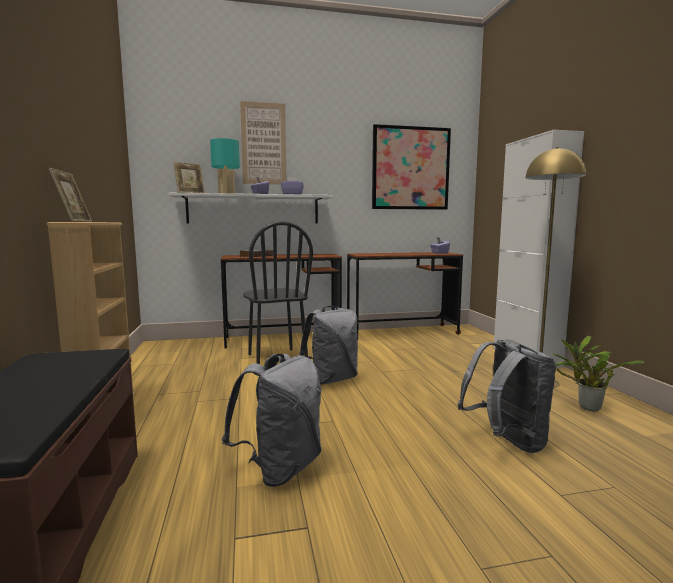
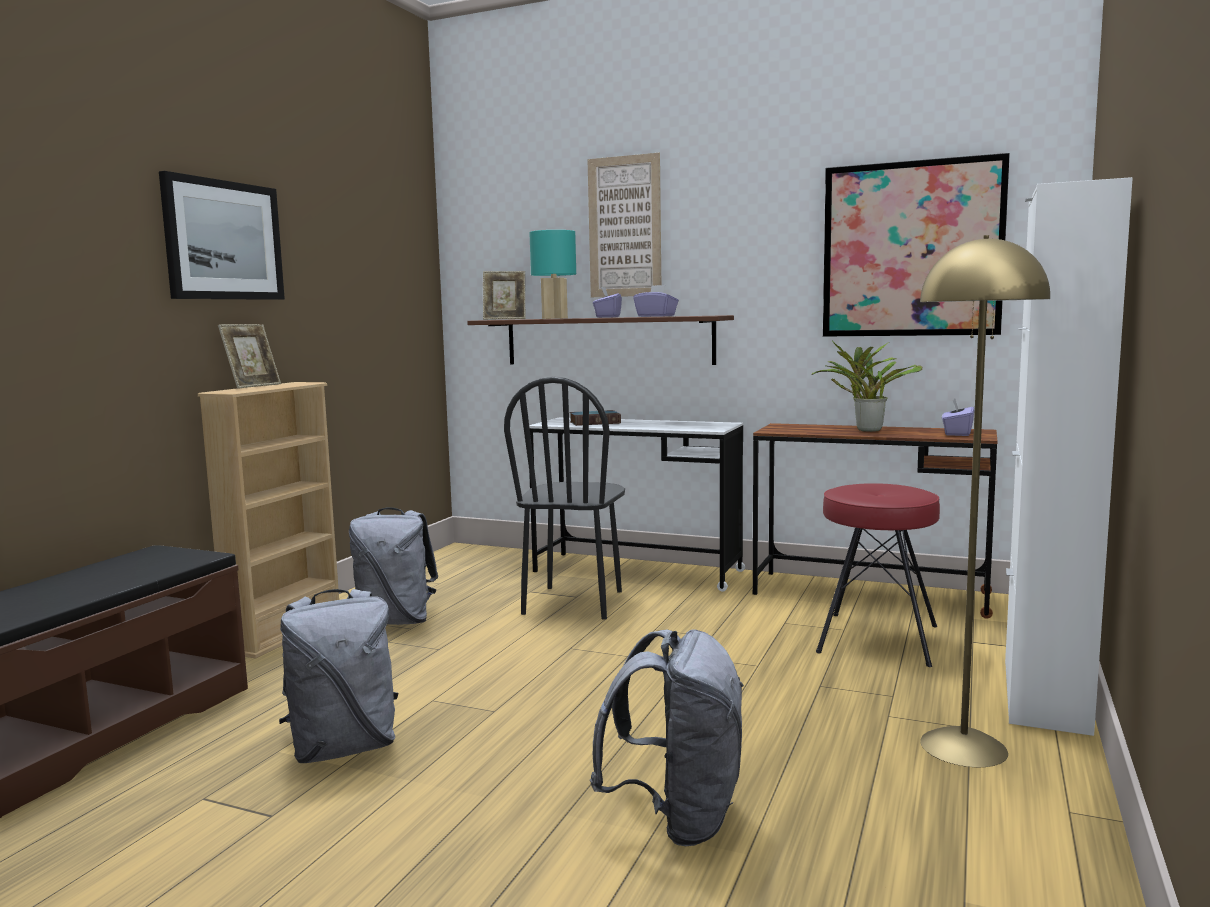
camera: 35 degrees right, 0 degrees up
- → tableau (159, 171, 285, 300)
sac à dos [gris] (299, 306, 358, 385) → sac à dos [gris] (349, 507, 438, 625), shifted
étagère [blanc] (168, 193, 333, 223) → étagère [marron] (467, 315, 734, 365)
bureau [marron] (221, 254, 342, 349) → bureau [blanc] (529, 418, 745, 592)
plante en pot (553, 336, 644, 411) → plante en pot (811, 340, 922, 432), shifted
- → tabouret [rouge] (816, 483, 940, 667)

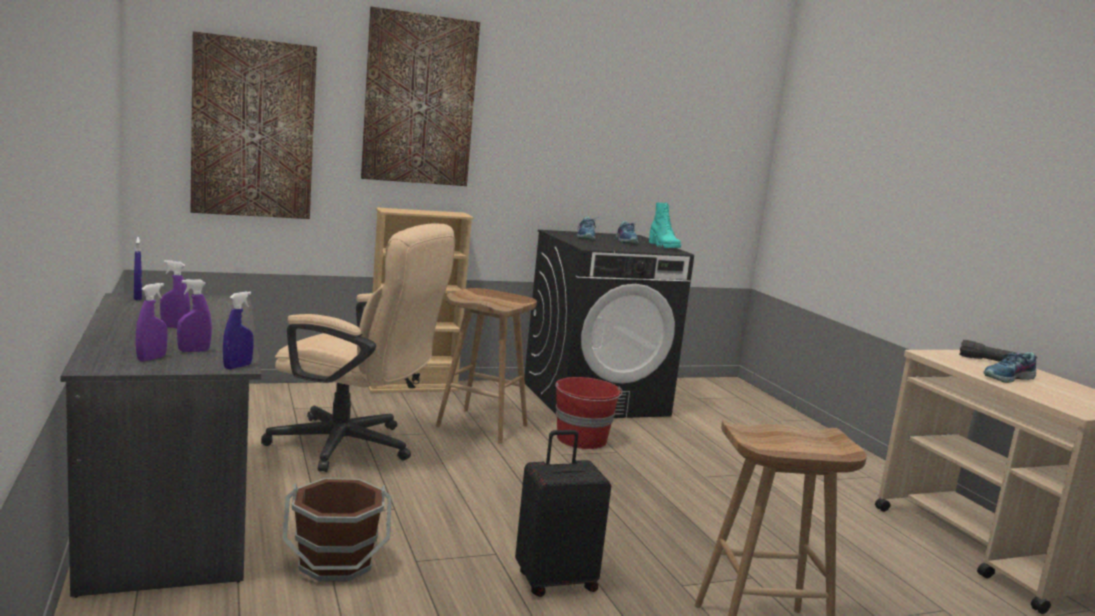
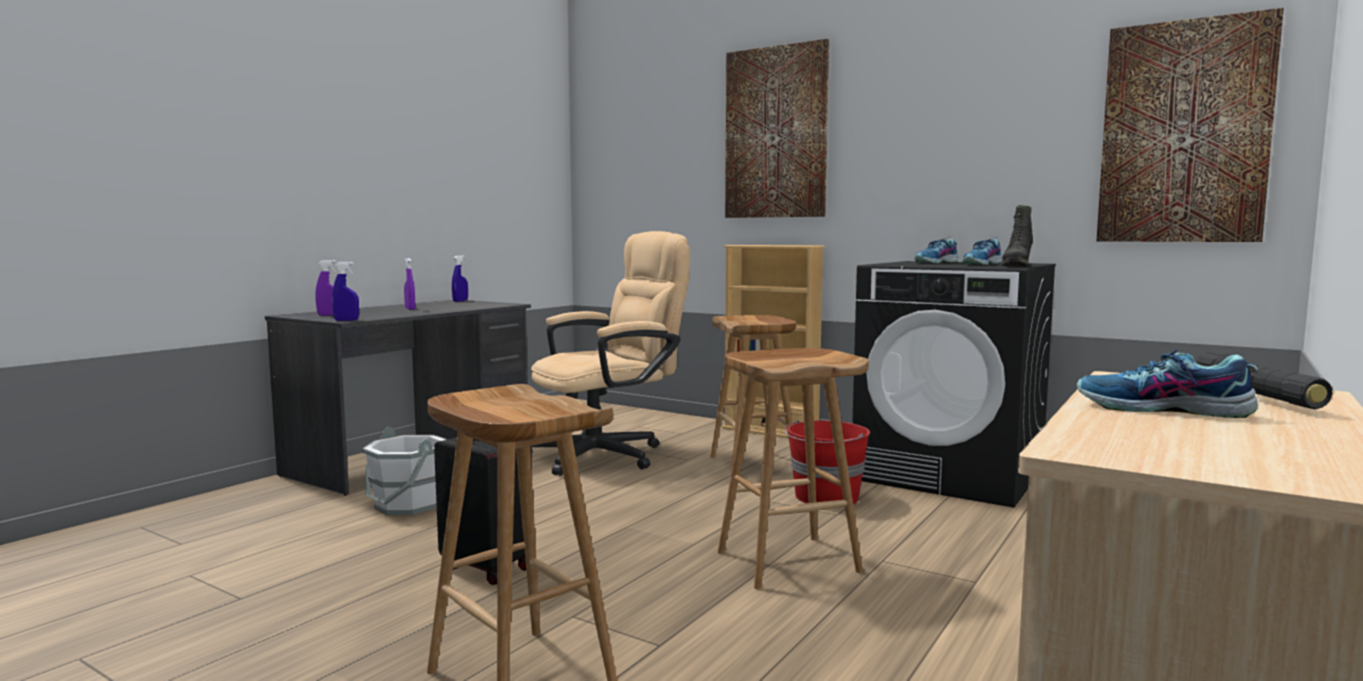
camera: 55 degrees right, 5 degrees down
seau [marron] (282, 478, 392, 581) → seau [blanc] (362, 426, 447, 515)
chaise de bureau [beige] (261, 223, 455, 472) → chaise de bureau [beige] (531, 231, 690, 476), 105 degrees counterclockwise
- → tabouret [marron] (717, 348, 869, 589)
botte [turquoise] (649, 202, 681, 248) → botte [noir] (1002, 205, 1033, 266)
tableau (190, 31, 317, 219) → tableau (1097, 8, 1284, 242), shifted
vaporisateur [violet] (177, 279, 212, 352) → -

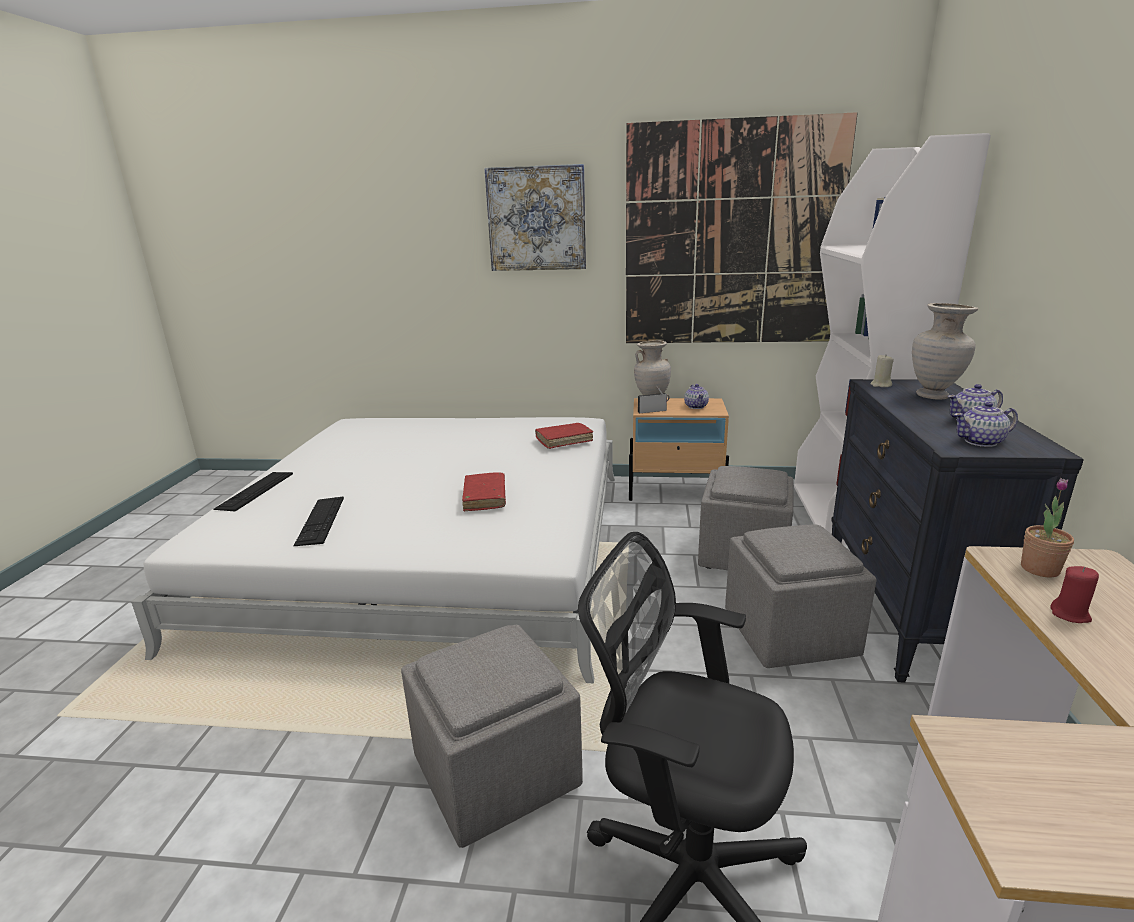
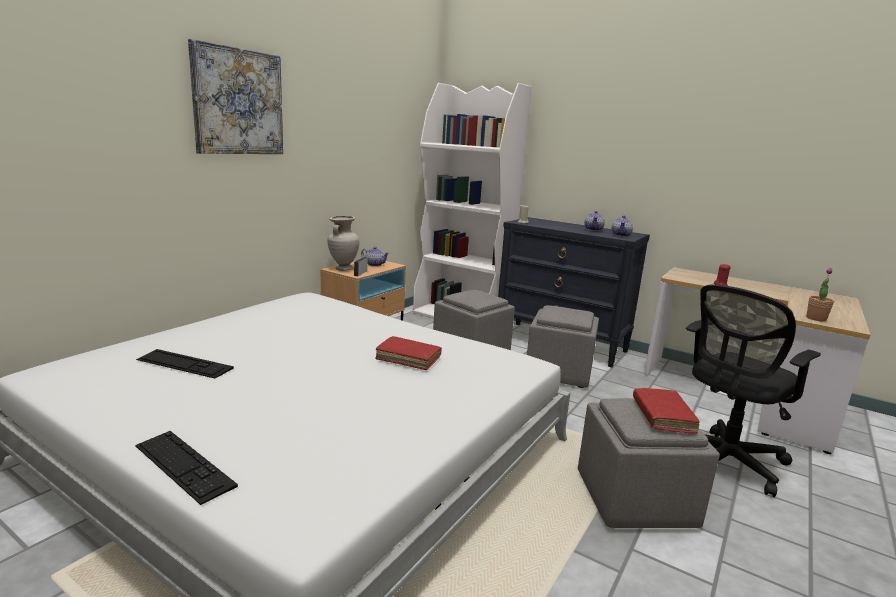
camera: 65 degrees left, 5 degrees down
clavier (294, 496, 344, 546) → clavier (136, 349, 234, 379), shifted
livre [rouge] (535, 423, 593, 449) → livre [rouge] (633, 388, 700, 434), shifted
plante en pot (1021, 478, 1074, 578) → plante en pot (806, 268, 834, 322), shifted
tableau (626, 112, 858, 343) → -
vase [beige] (912, 303, 979, 400) → -

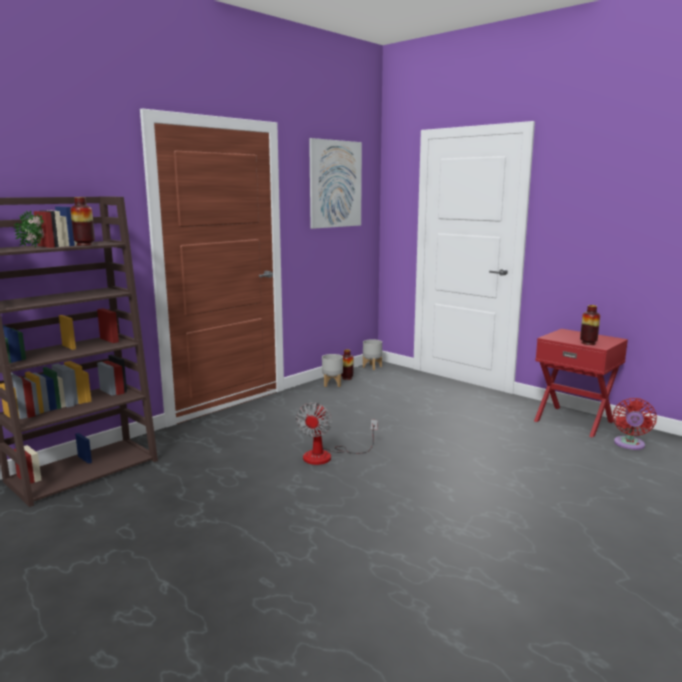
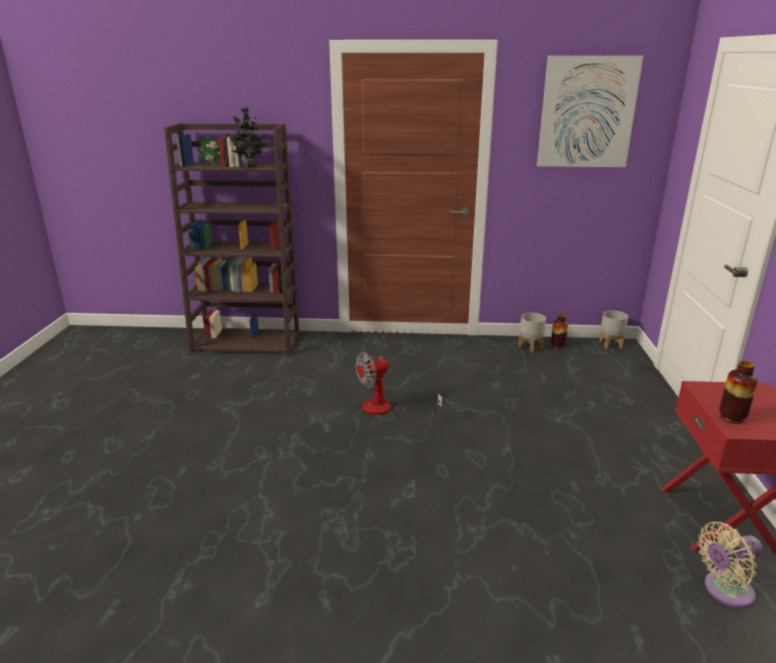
camera: 50 degrees right, 10 degrees up
vase (70, 197, 95, 246) → plante en pot (224, 105, 268, 168)
ventilateur [rouge] (613, 398, 657, 450) → ventilateur [beige] (698, 522, 763, 608)

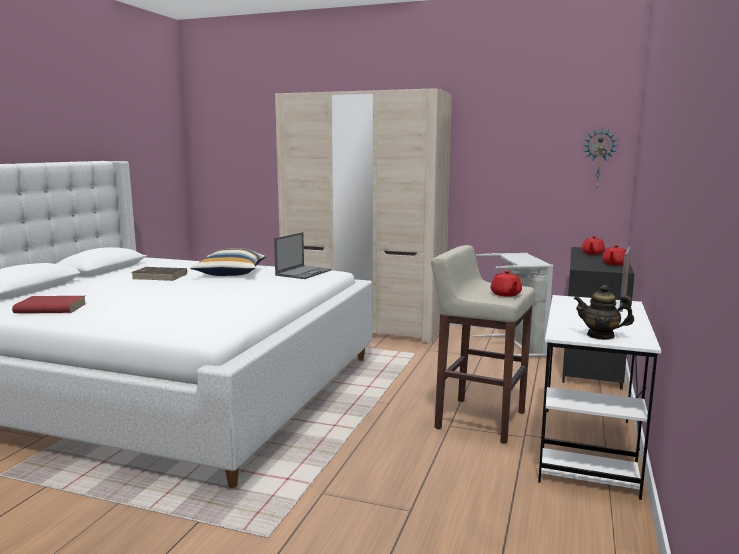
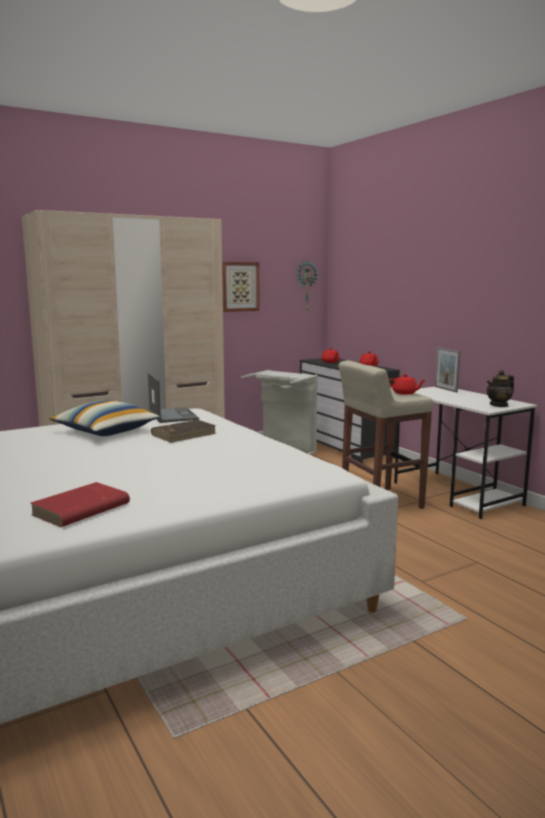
camera: 50 degrees left, 0 degrees up
livre [marron] (132, 267, 187, 281) → livre [marron] (151, 420, 216, 443), shifted
- → tableau (222, 262, 260, 312)

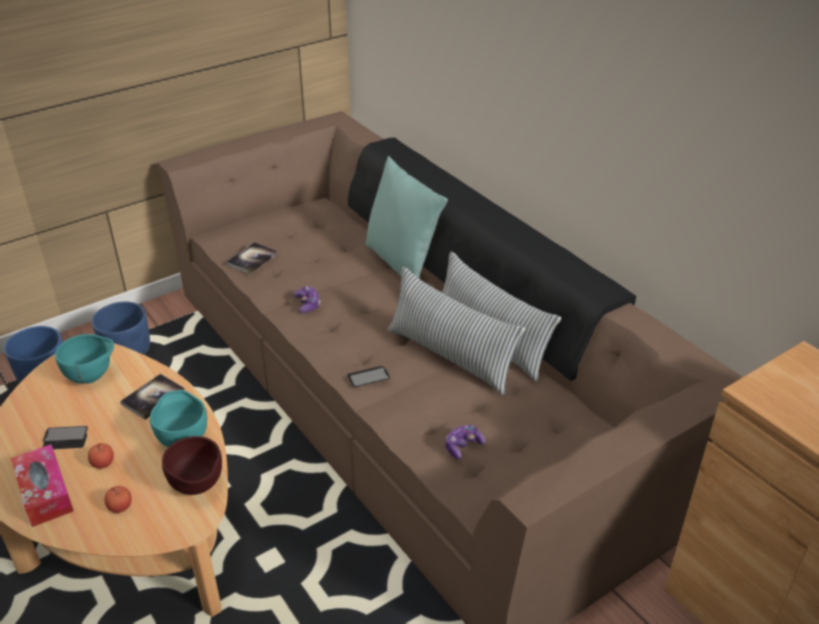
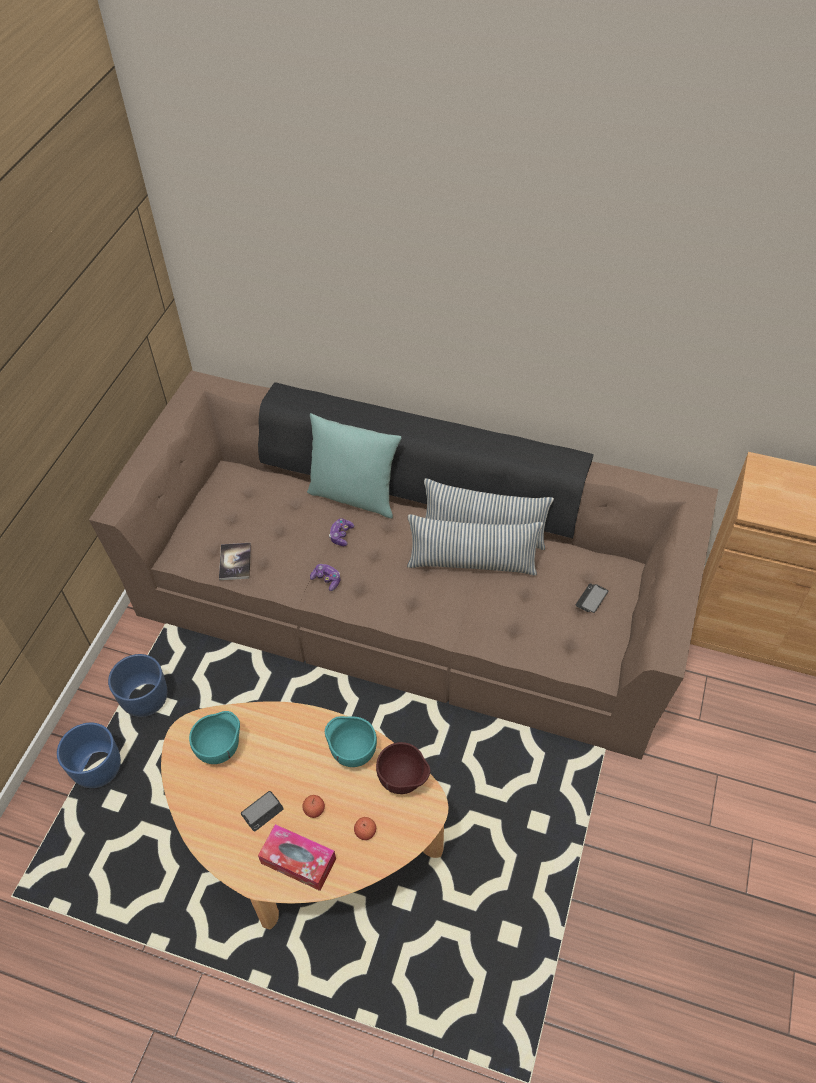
camera: 35 degrees left, 15 degrees up
manette (446, 425, 485, 459) → manette (329, 518, 354, 546), shifted
téléphone (347, 366, 390, 387) → téléphone (576, 584, 609, 613), shifted
livre (120, 374, 185, 420) → -

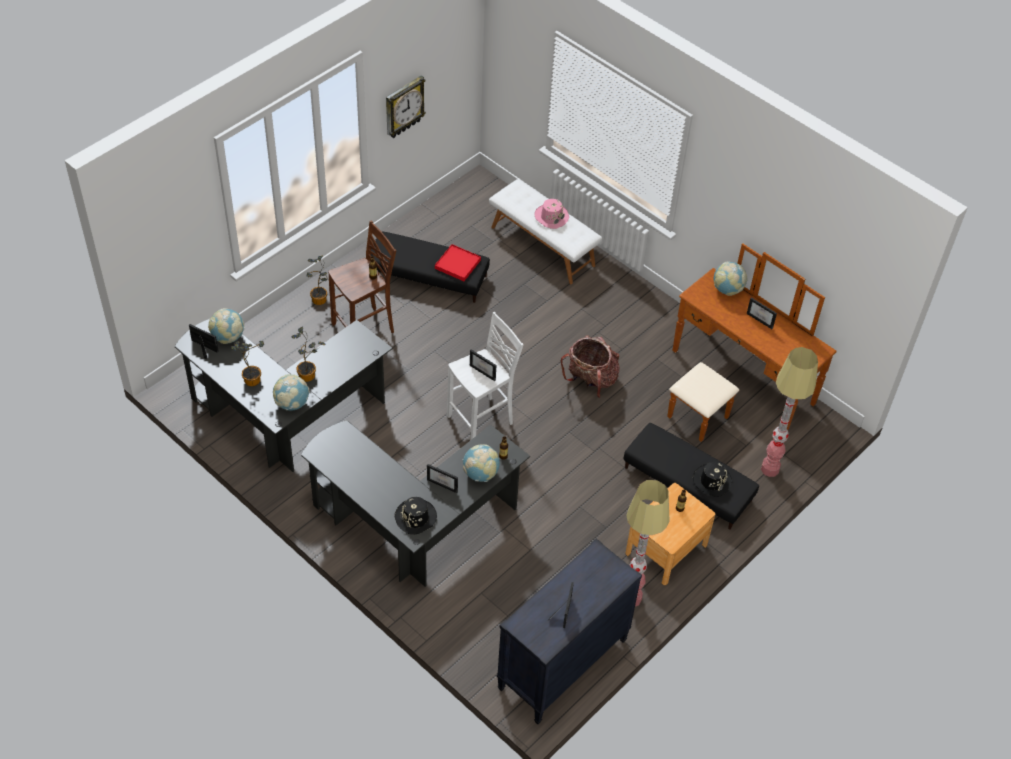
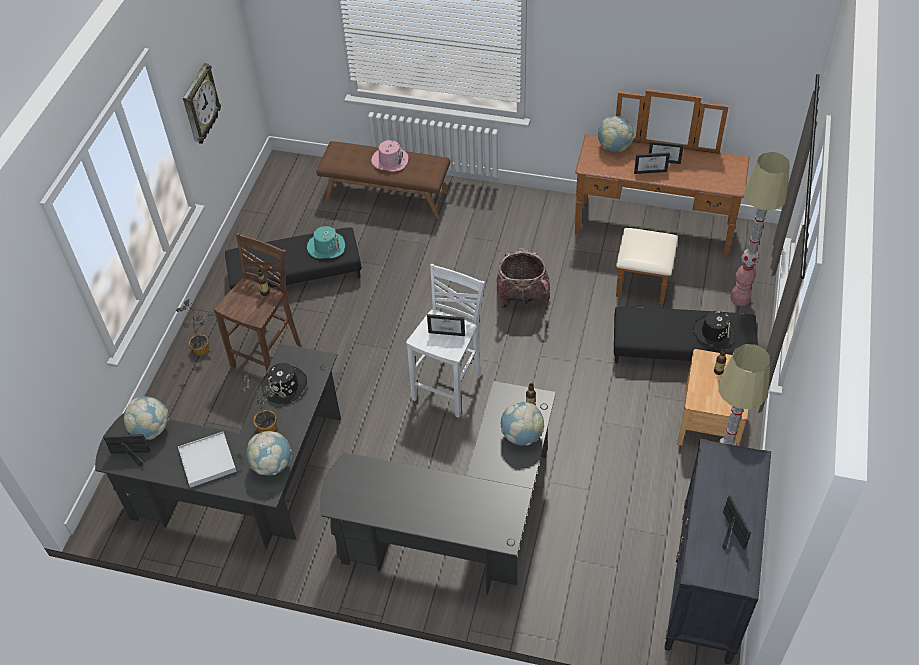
camera: 25 degrees left, 0 degrees up
plante en pot (231, 341, 264, 386) → plateau [blanc] (178, 432, 237, 488)
chapeau [noir] (394, 497, 437, 534) → chapeau [noir] (261, 363, 307, 404), shifted
plateau [rouge] (435, 244, 481, 281) → chapeau [turquoise] (307, 226, 345, 259)
banc [blanc] (489, 179, 602, 284) → banc [marron] (316, 141, 450, 219)
cadre photo (427, 464, 458, 493) → cadre photo (634, 152, 670, 174), shifted

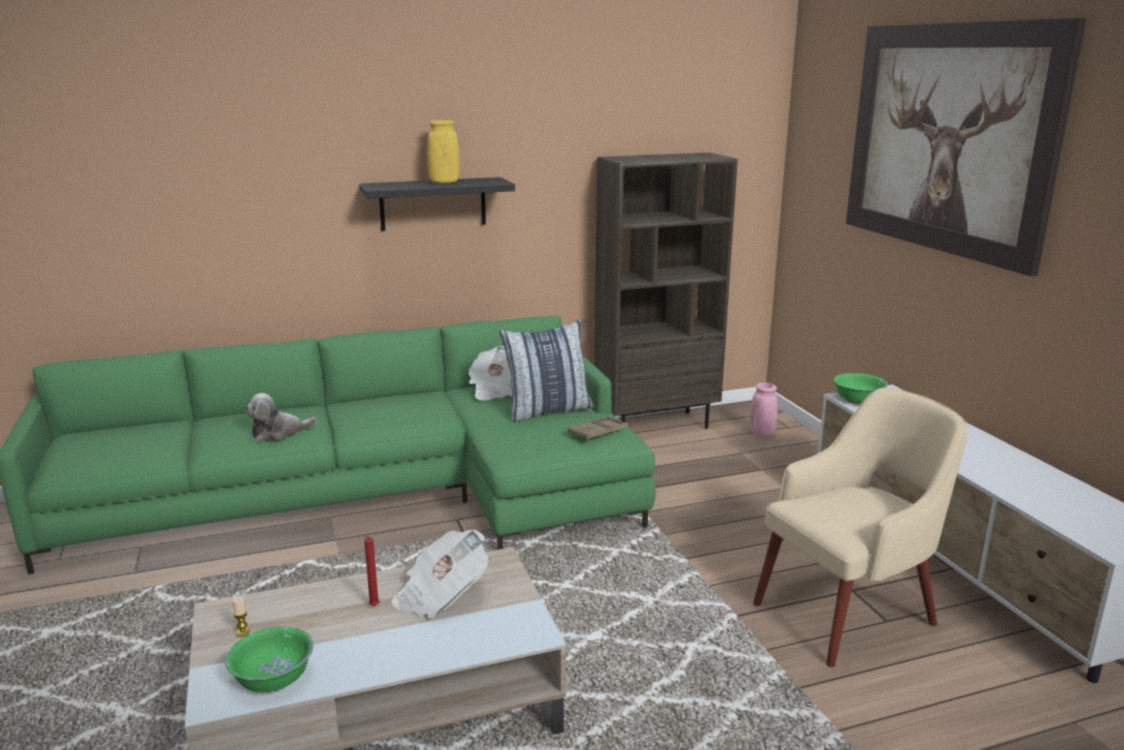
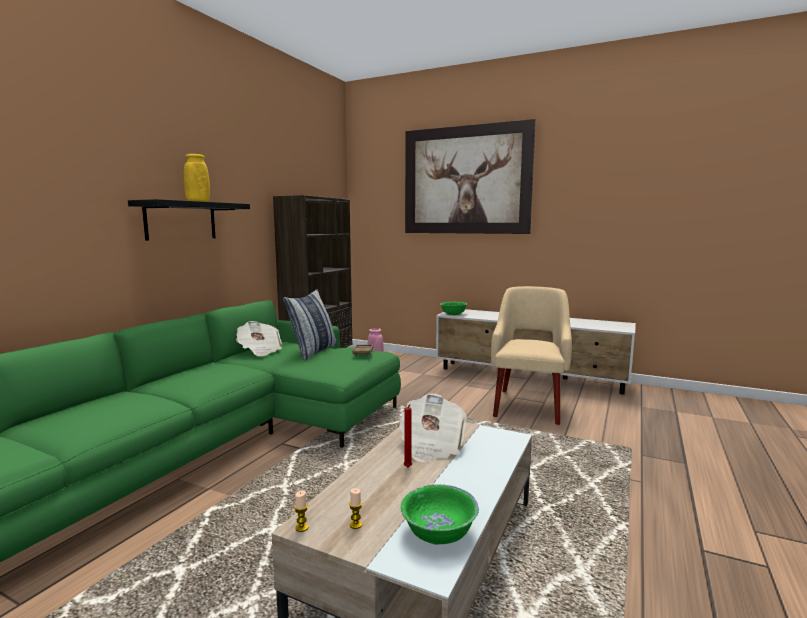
camera: 45 degrees left, 10 degrees down
- → bougie (294, 491, 308, 532)
peluche (245, 393, 317, 442) → -

